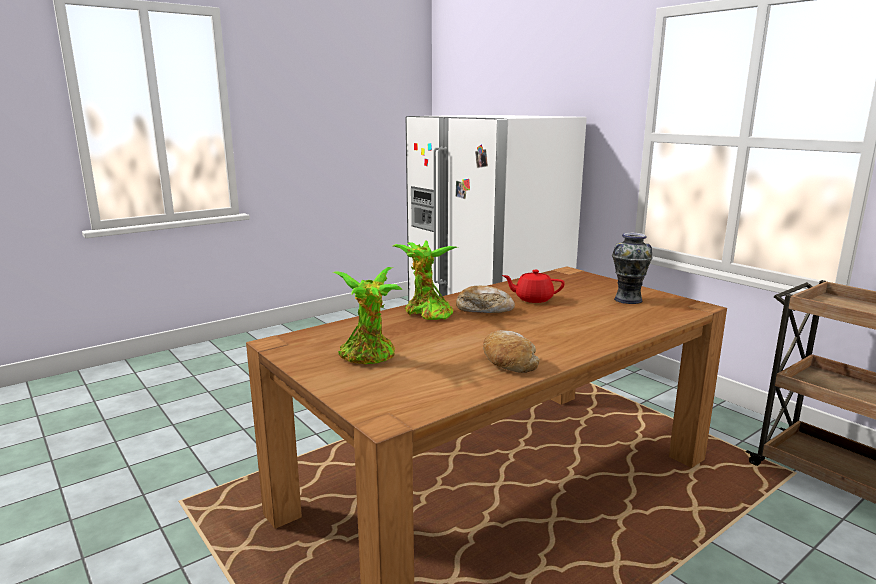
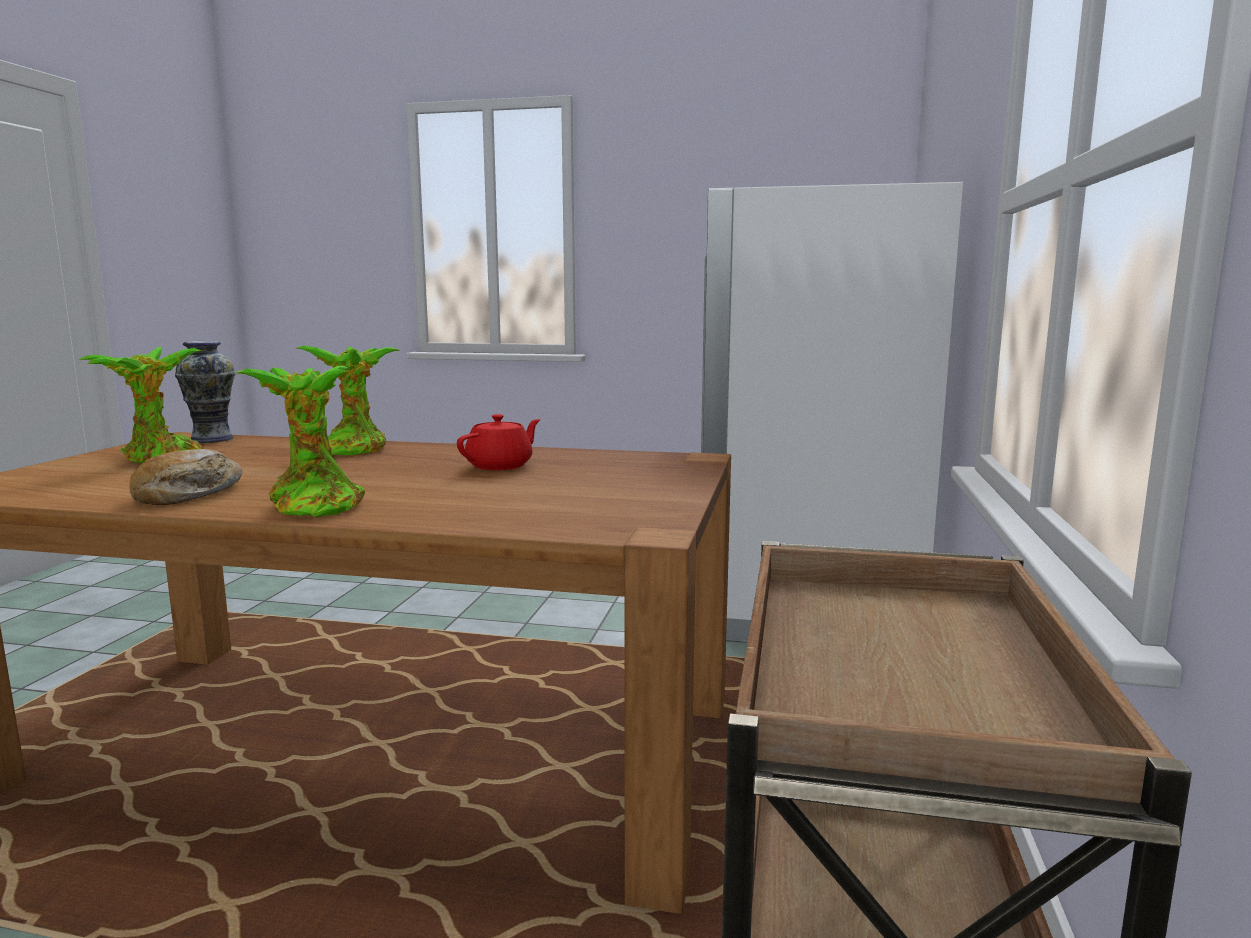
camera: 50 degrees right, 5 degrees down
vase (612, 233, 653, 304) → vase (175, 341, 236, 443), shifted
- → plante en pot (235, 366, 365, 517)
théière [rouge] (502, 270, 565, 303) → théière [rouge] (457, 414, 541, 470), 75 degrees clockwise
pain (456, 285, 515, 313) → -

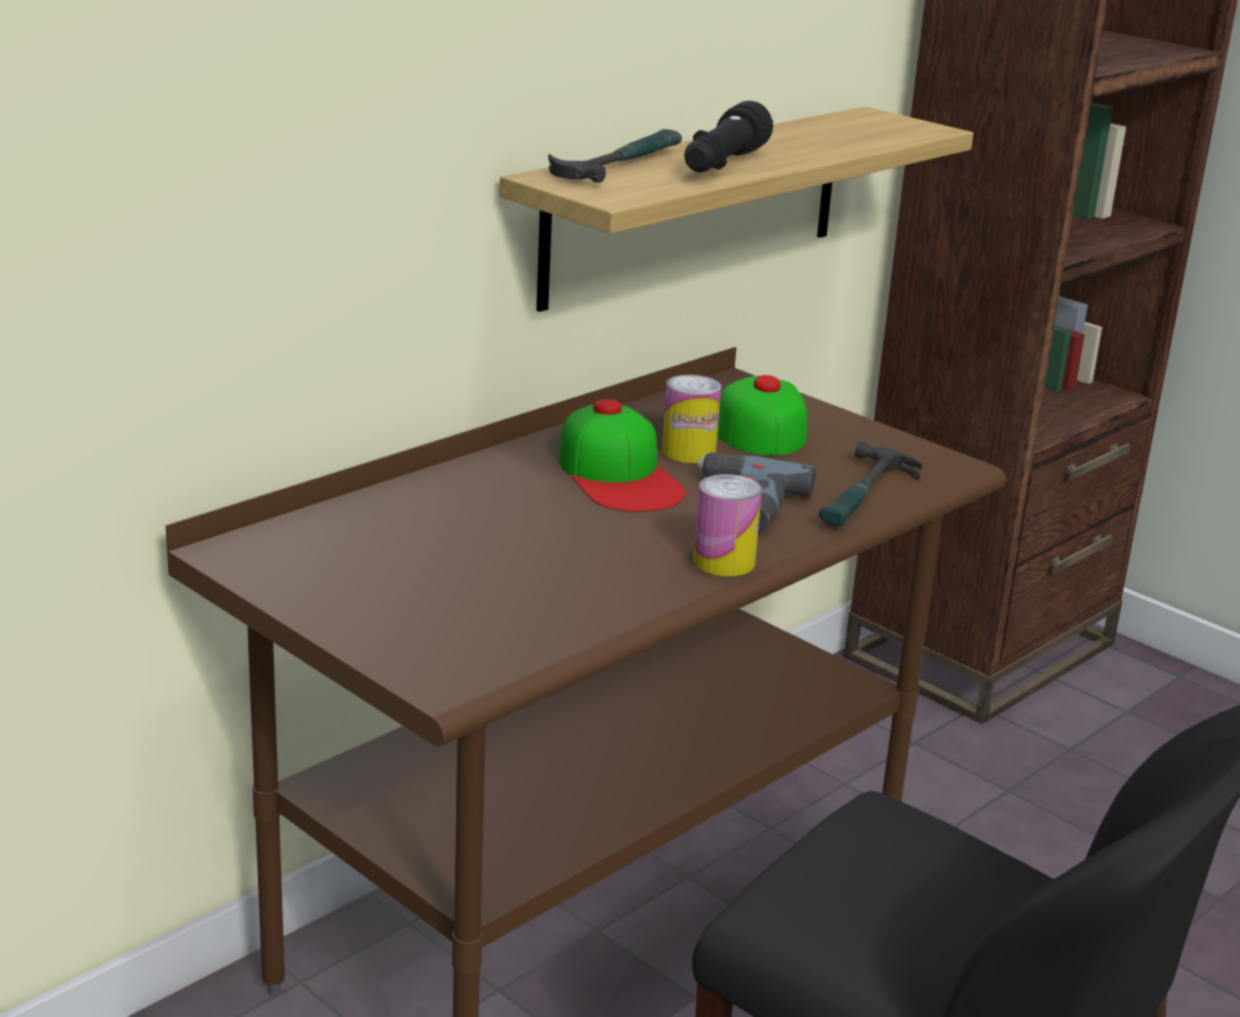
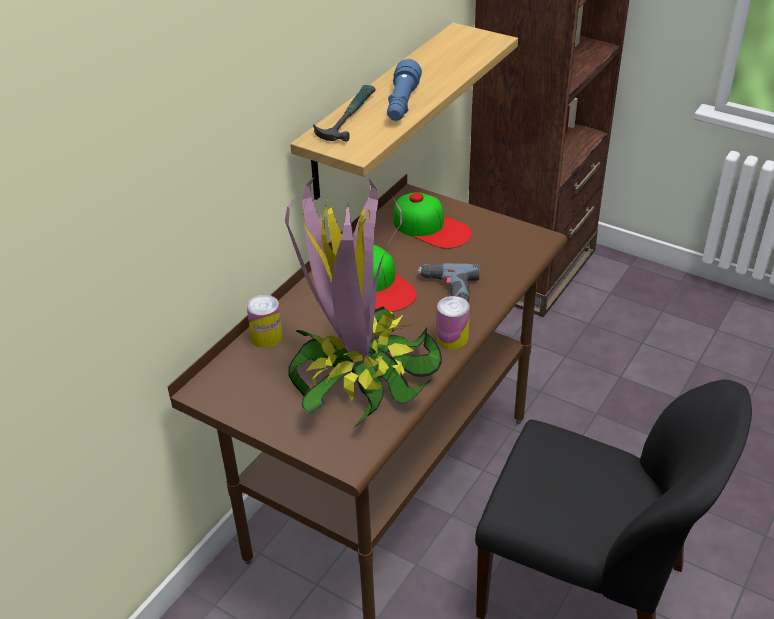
camera: 10 degrees left, 15 degrees up
boîte métallique (662, 375, 721, 463) → boîte métallique (246, 295, 283, 348), shifted
- → plante en pot (285, 176, 442, 427)
lampe de poche [noir] (684, 101, 773, 172) → lampe de poche [bleu] (387, 59, 422, 121)
casquette (717, 375, 807, 455) → casquette (393, 192, 472, 249), 150 degrees clockwise
marteau (819, 442, 923, 526) → -

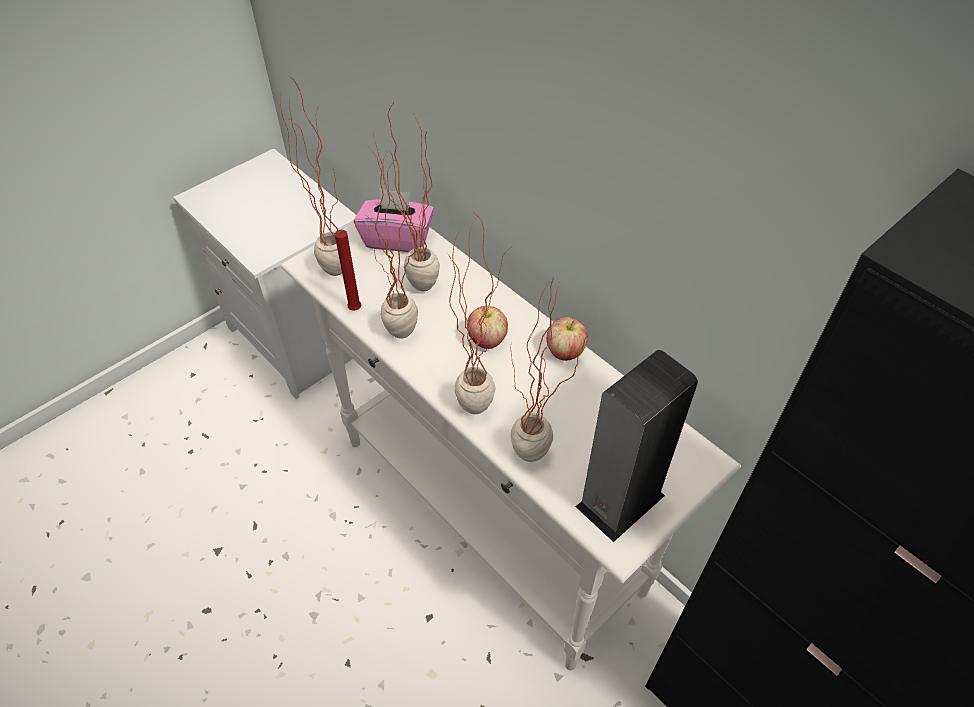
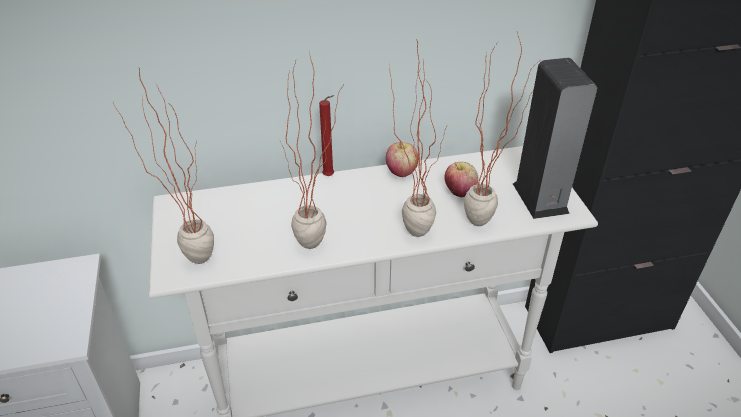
camera: 60 degrees left, 10 degrees down
bougie [rouge] (335, 230, 361, 311) → bougie [rouge] (319, 95, 334, 176), shifted
pomme (467, 306, 508, 349) → pomme (445, 162, 478, 198), shifted
boîte à mouchoirs [rose] (354, 188, 434, 252) → -
plante en pot (367, 104, 440, 291) → -

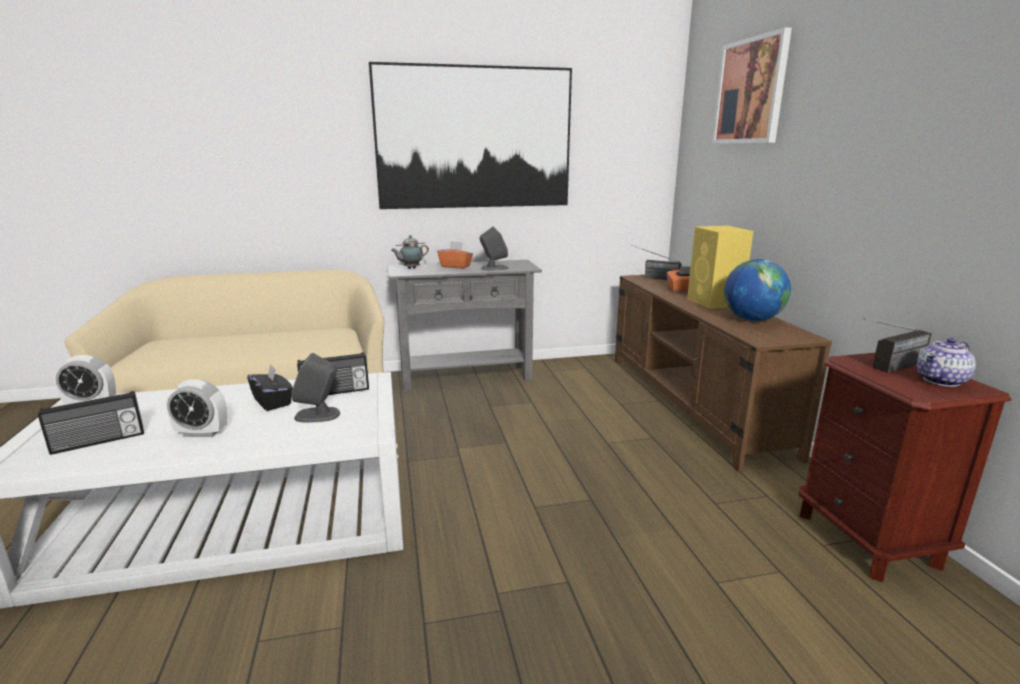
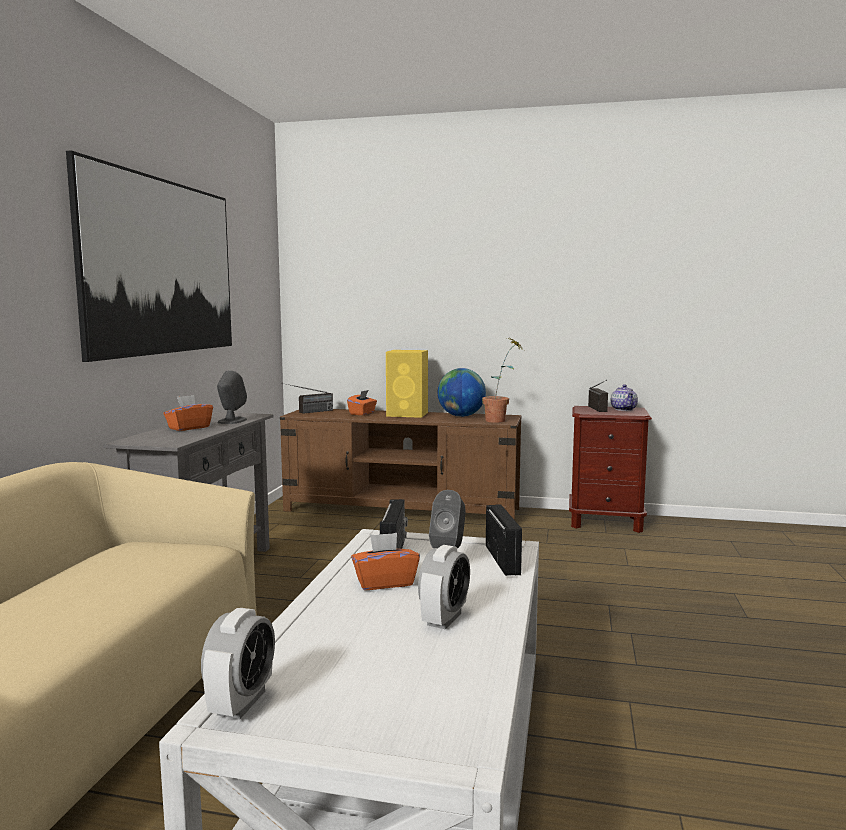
camera: 65 degrees left, 10 degrees down
boîte à mouchoirs [noir] (247, 364, 293, 411) → boîte à mouchoirs [orange] (351, 533, 420, 590)
- → plante en pot (482, 338, 523, 423)
radio (38, 391, 144, 455) → radio (486, 504, 522, 576), shifted
théière (391, 235, 429, 269) → -
tableau (712, 27, 792, 144) → -

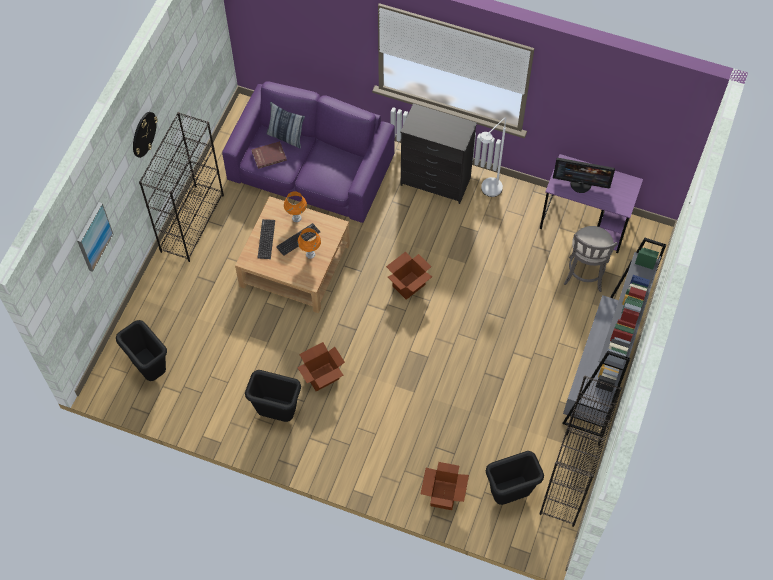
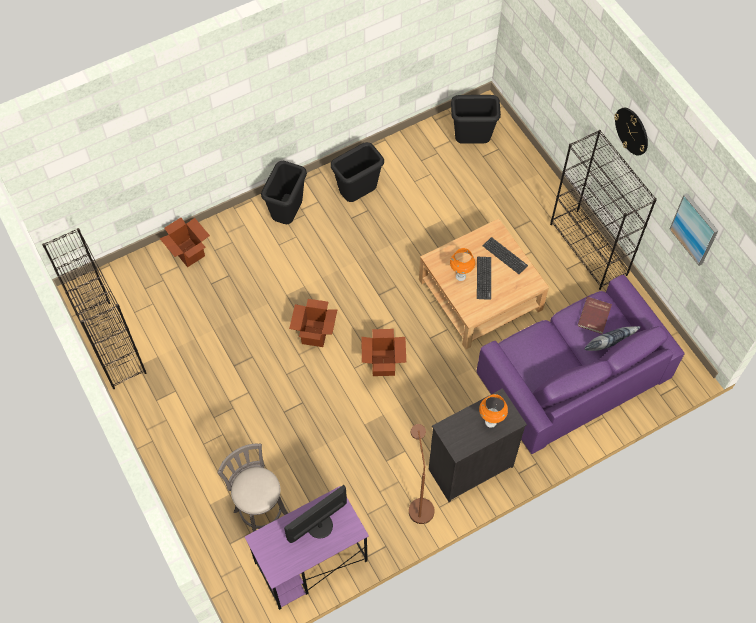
camera: 130 degrees right, 0 degrees up
poubelle [noir] (486, 451, 544, 505) → poubelle [noir] (261, 161, 307, 224), shifted
carton (297, 342, 345, 391) → carton (289, 299, 337, 347), shifted
lampadaire [blanc] (480, 117, 506, 197) → lampadaire [marron] (409, 424, 435, 524)
lampe de table [orange] (284, 191, 307, 222) → lampe de table [orange] (479, 394, 508, 428), shifted
tableau (77, 202, 113, 272) → tableau (669, 193, 718, 266), shifted
bibliothèque [gris] (562, 238, 666, 437) → -

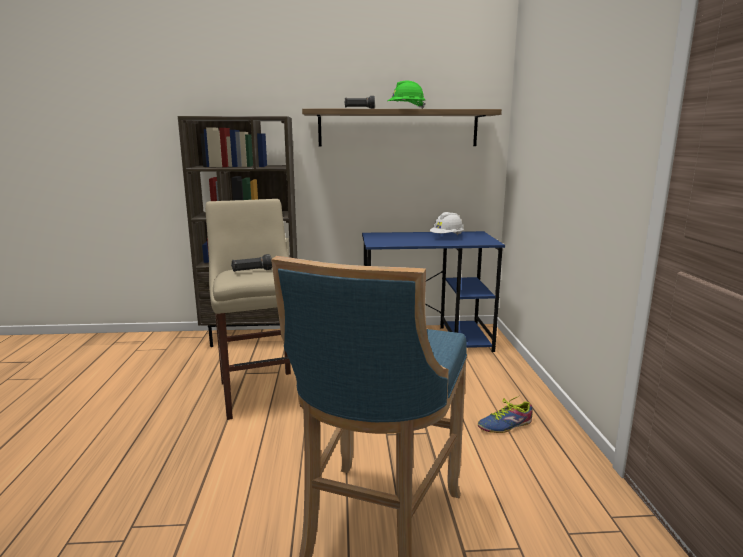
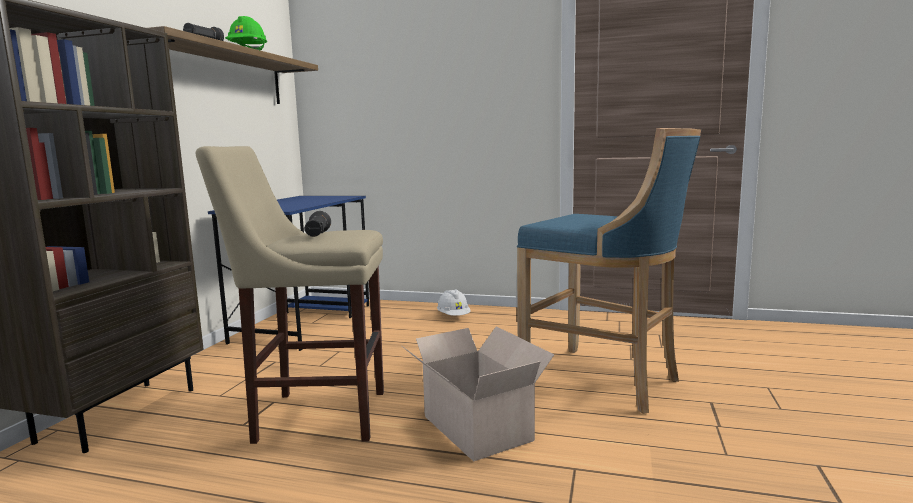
camera: 70 degrees left, 5 degrees down
- → carton (402, 326, 554, 462)
casque de chantier [blanc] (430, 212, 464, 235) → casque de chantier [blanc] (437, 289, 470, 316), shifted
chaussure (478, 396, 532, 433) → -

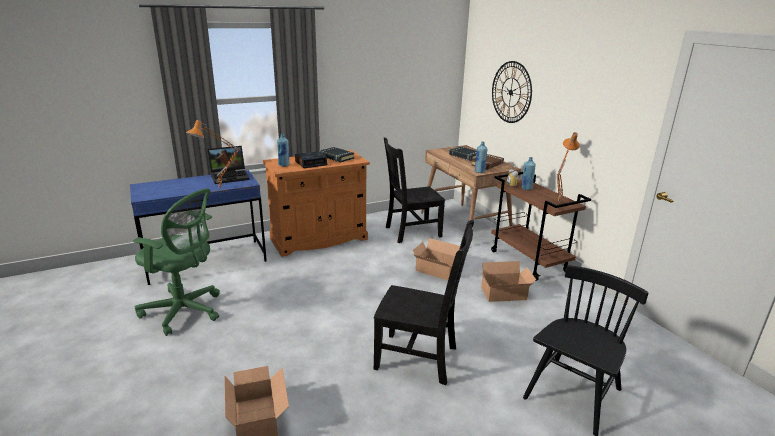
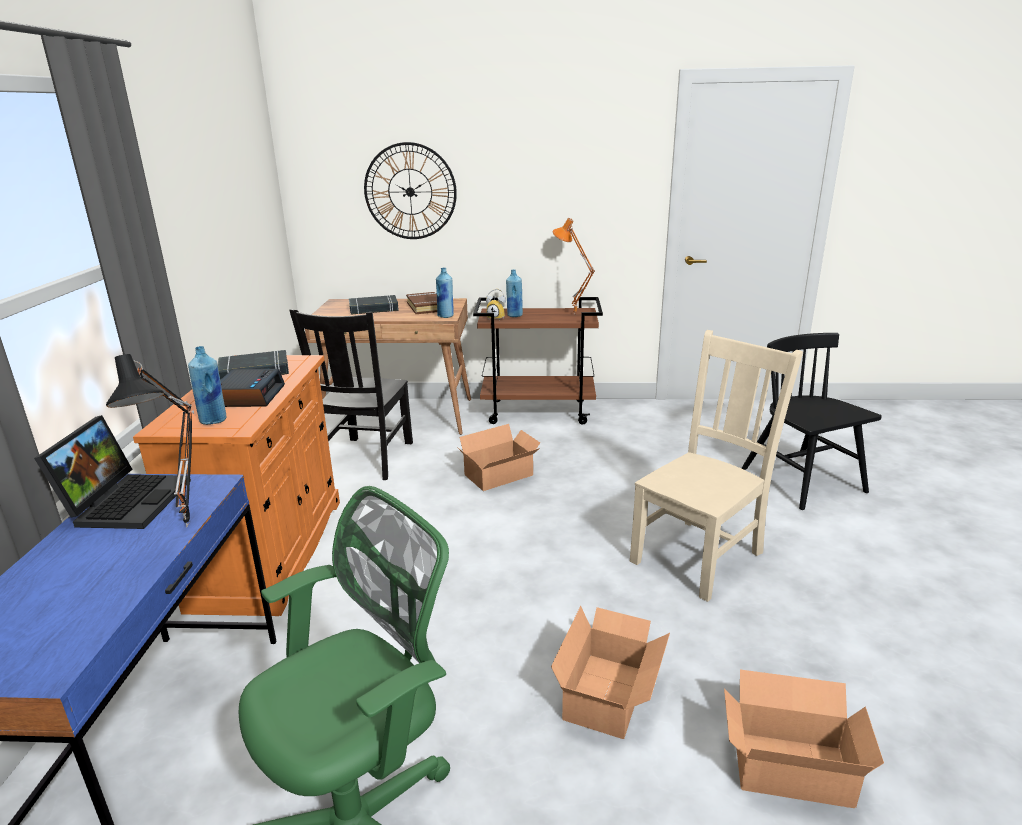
camera: 60 degrees left, 0 degrees up
lampe de table [orange] (186, 120, 240, 189) → lampe de table [noir] (106, 354, 194, 527)
carton (479, 261, 536, 302) → carton (551, 606, 670, 739), shifted
chaise [noir] (374, 220, 474, 385) → chaise [beige] (630, 330, 803, 602)

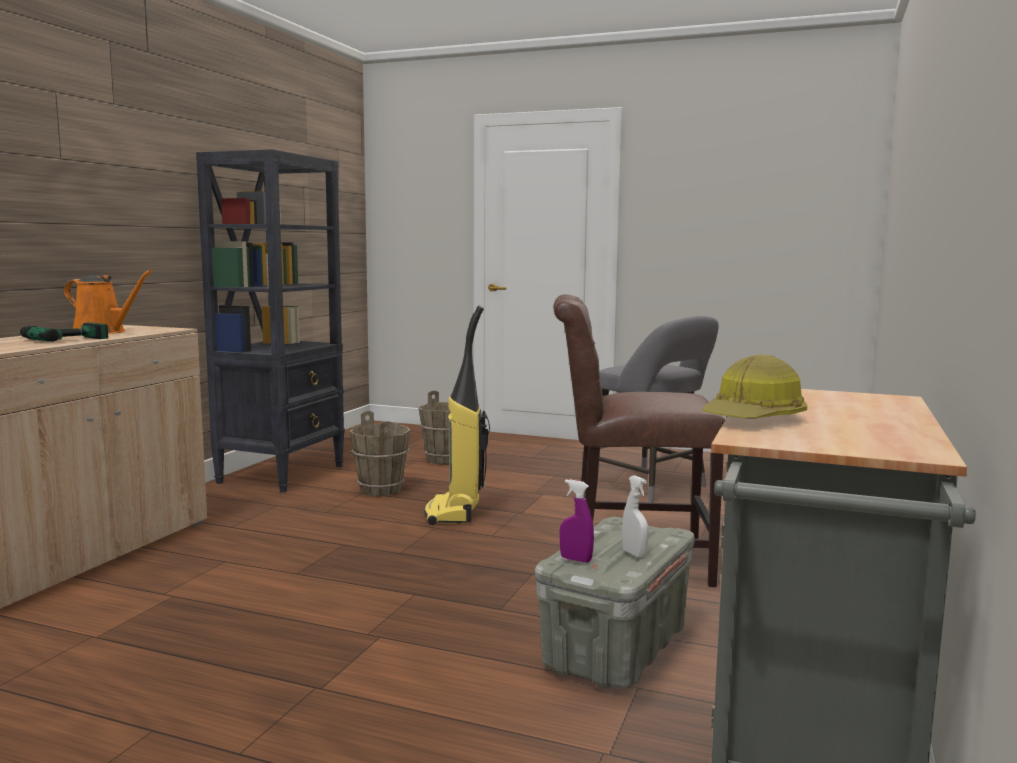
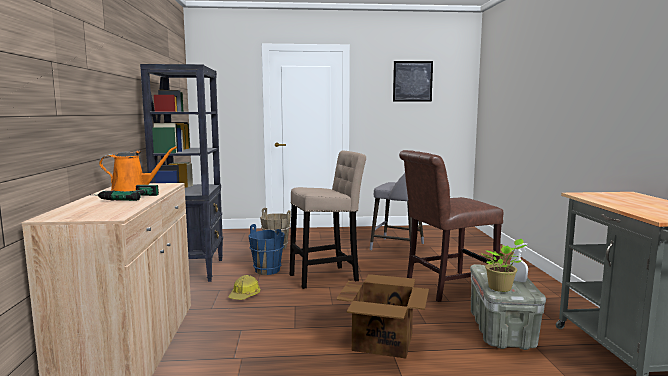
camera: 25 degrees left, 0 degrees up
casque de chantier (702, 354, 807, 418) → casque de chantier (228, 275, 260, 300), shifted
seau [marron] (350, 411, 410, 496) → seau [bleu] (248, 224, 285, 275)
aspirateur (424, 306, 490, 525) → tabouret [beige] (290, 150, 366, 289)
- → carton (336, 274, 429, 358)
- → tableau (393, 61, 433, 102)
vaporisateur [violet] (560, 480, 594, 563) → plante en pot (480, 239, 527, 292)

